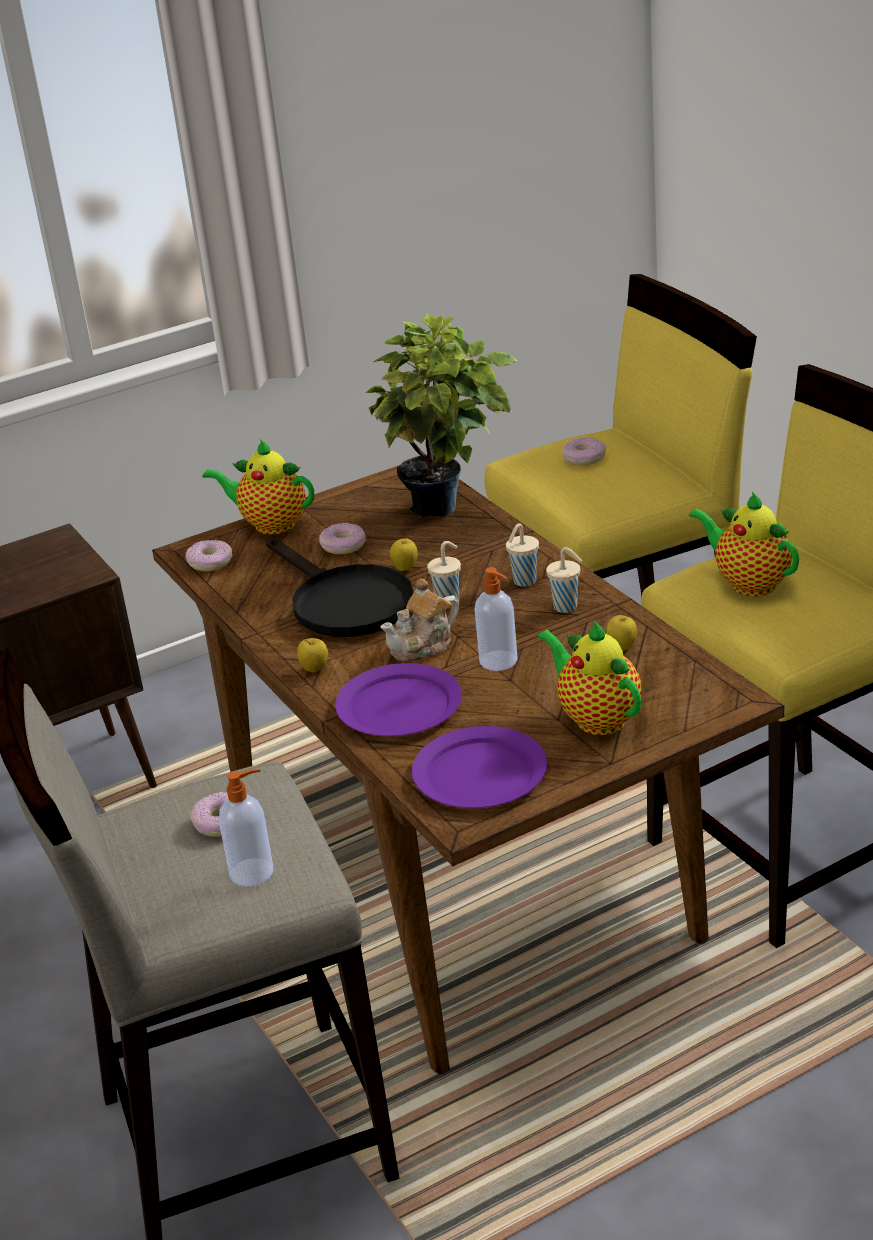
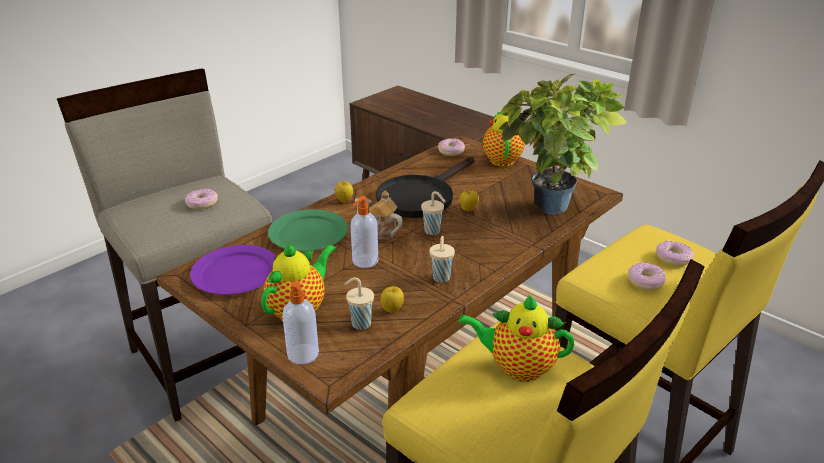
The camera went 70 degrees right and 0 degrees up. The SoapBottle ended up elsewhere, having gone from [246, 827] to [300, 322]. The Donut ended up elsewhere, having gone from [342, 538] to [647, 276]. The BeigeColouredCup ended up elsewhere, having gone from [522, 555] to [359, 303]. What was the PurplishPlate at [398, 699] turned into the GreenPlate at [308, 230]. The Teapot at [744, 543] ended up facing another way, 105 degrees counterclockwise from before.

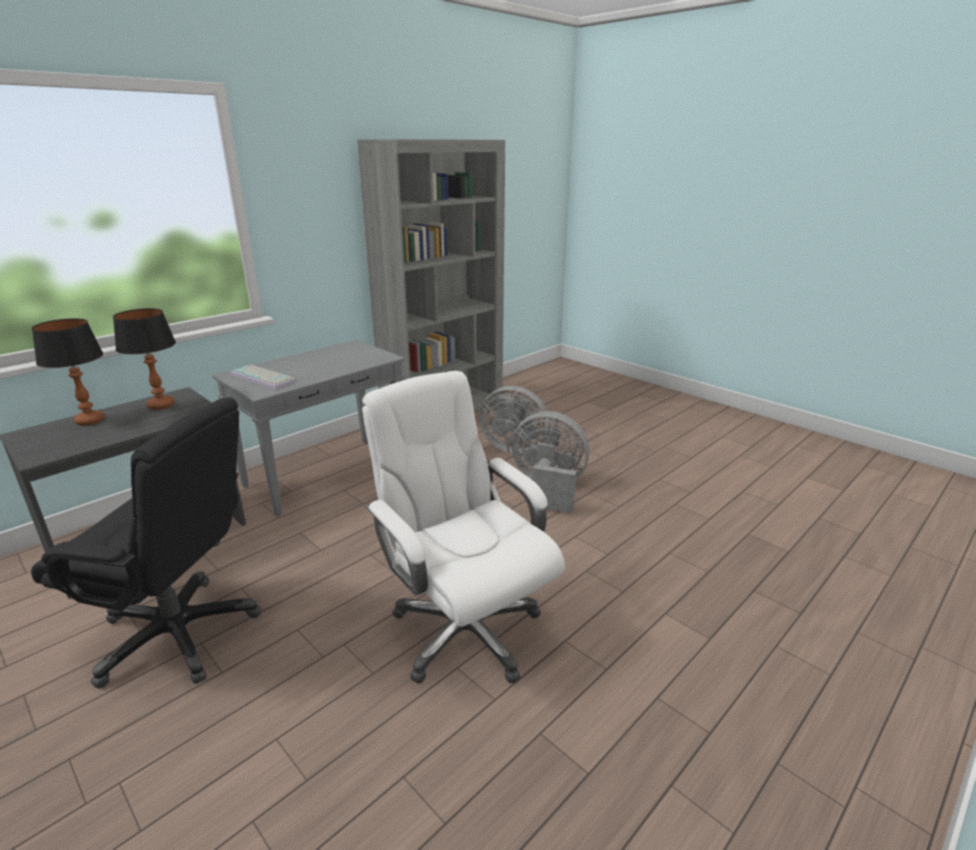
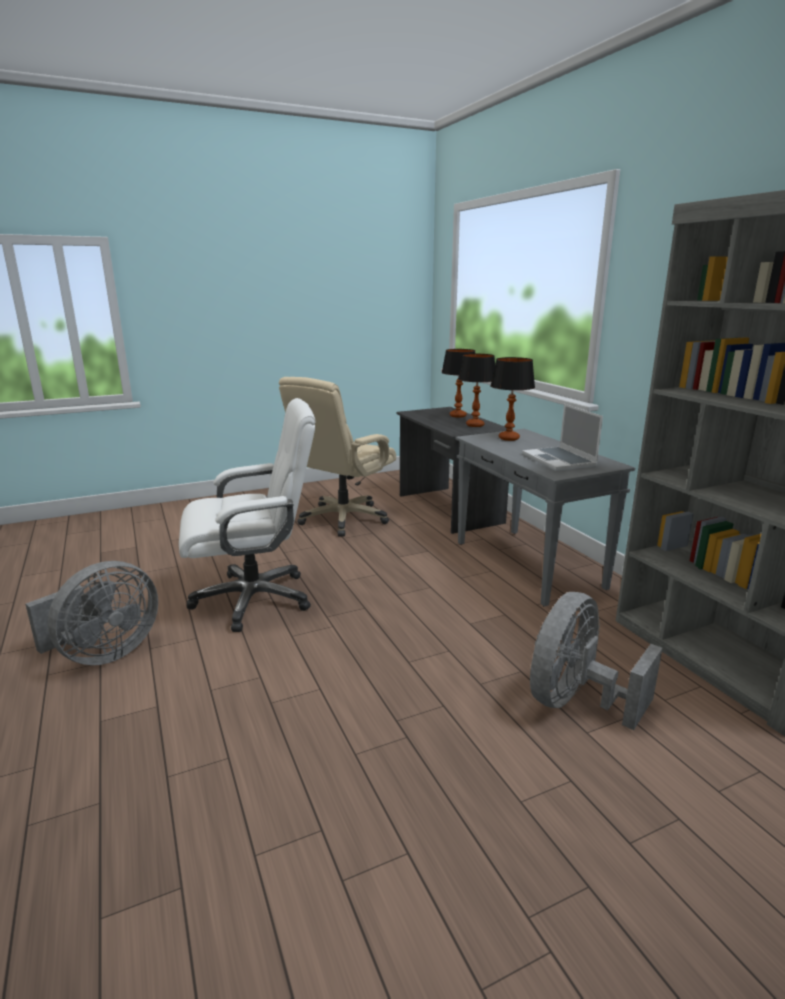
The camera went 110 degrees right and 5 degrees down. The second view gained the Laptop at [562, 437]. The GrayCoolingFan ended up elsewhere, having gone from [551, 462] to [91, 613]. Where the PcKeyboard stood at [263, 376], the LampForATable came to stand at [512, 399]. What was the BlackColouredComputerChair at [146, 542] turned into the BeigeColouredComputerChair at [337, 456].

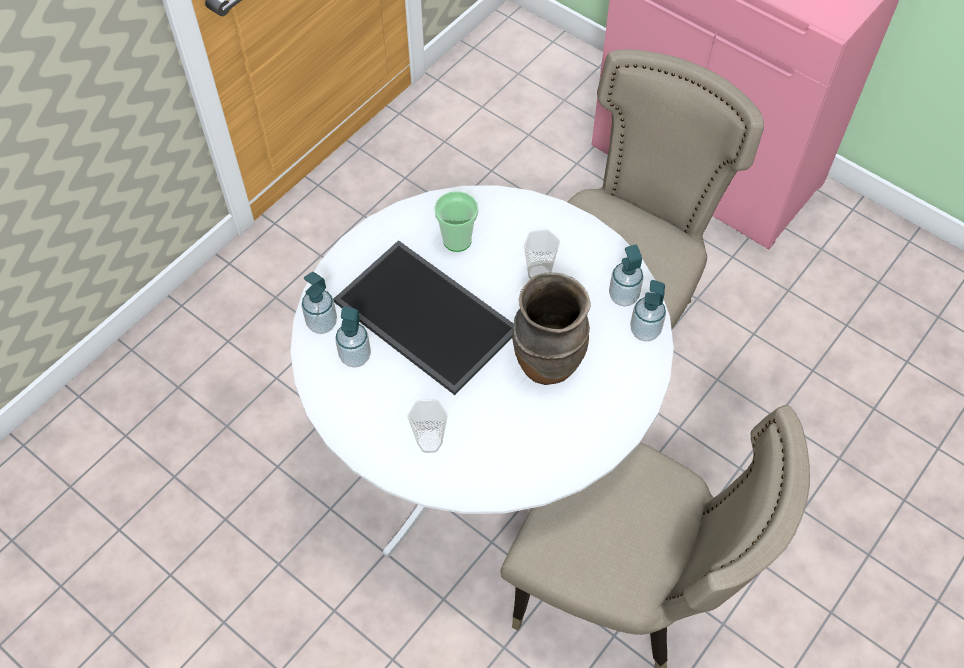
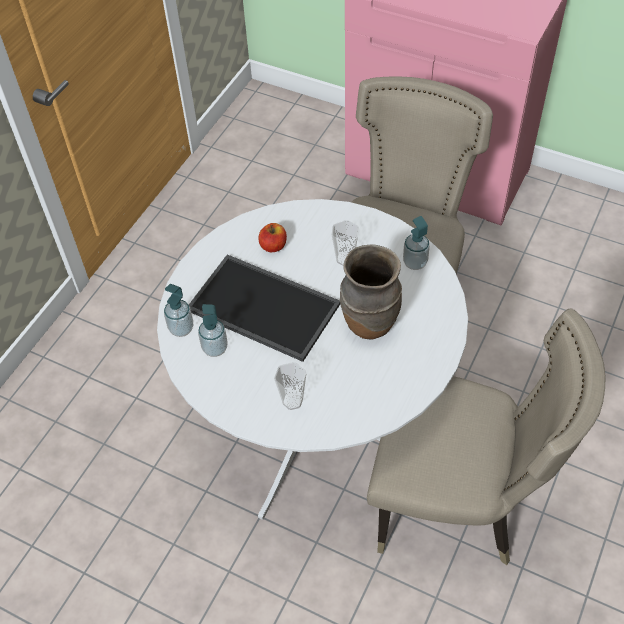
The camera went 10 degrees left and 5 degrees down. The second view lost the SoapBottle at [648, 310]. Where the Cup stood at [456, 221], the Apple came to stand at [272, 237].

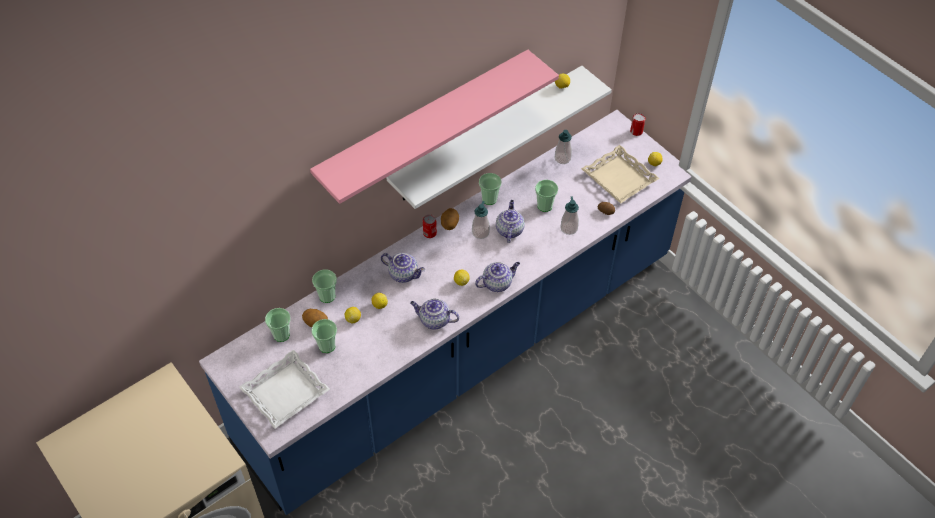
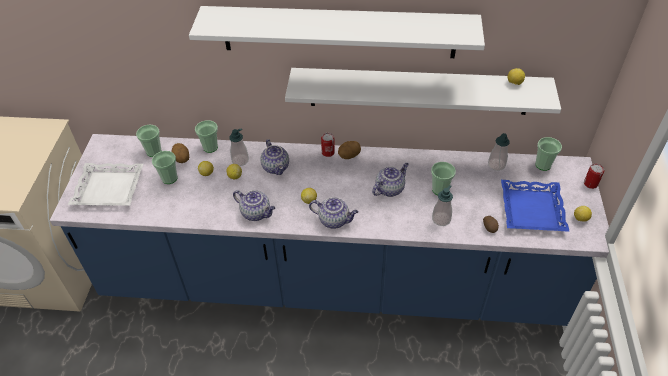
The camera went 45 degrees right and 5 degrees down. The SoapBottle ended up elsewhere, having gone from [481, 220] to [239, 147]. The Cup ended up elsewhere, having gone from [490, 189] to [548, 154]. What was the PinkColouredShelf at [434, 127] turned into the WhitishShelf at [337, 32]. What was the BeigeColouredCarryingTray at [620, 174] turned into the BluishCarryingTray at [535, 206]. The Teapot at [434, 313] ended up facing another way, 150 degrees clockwise from before.

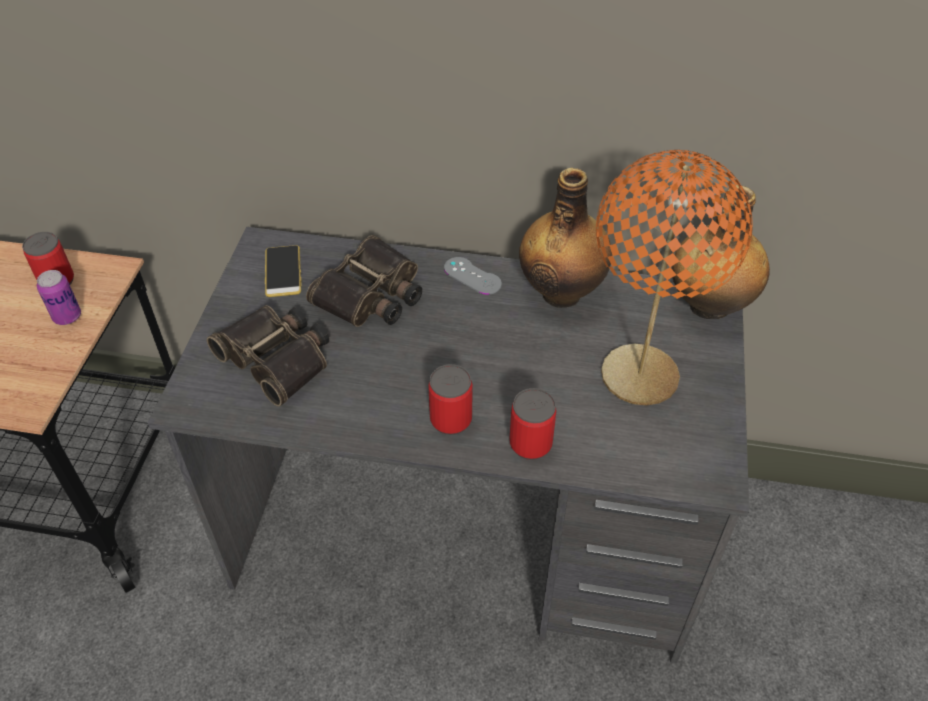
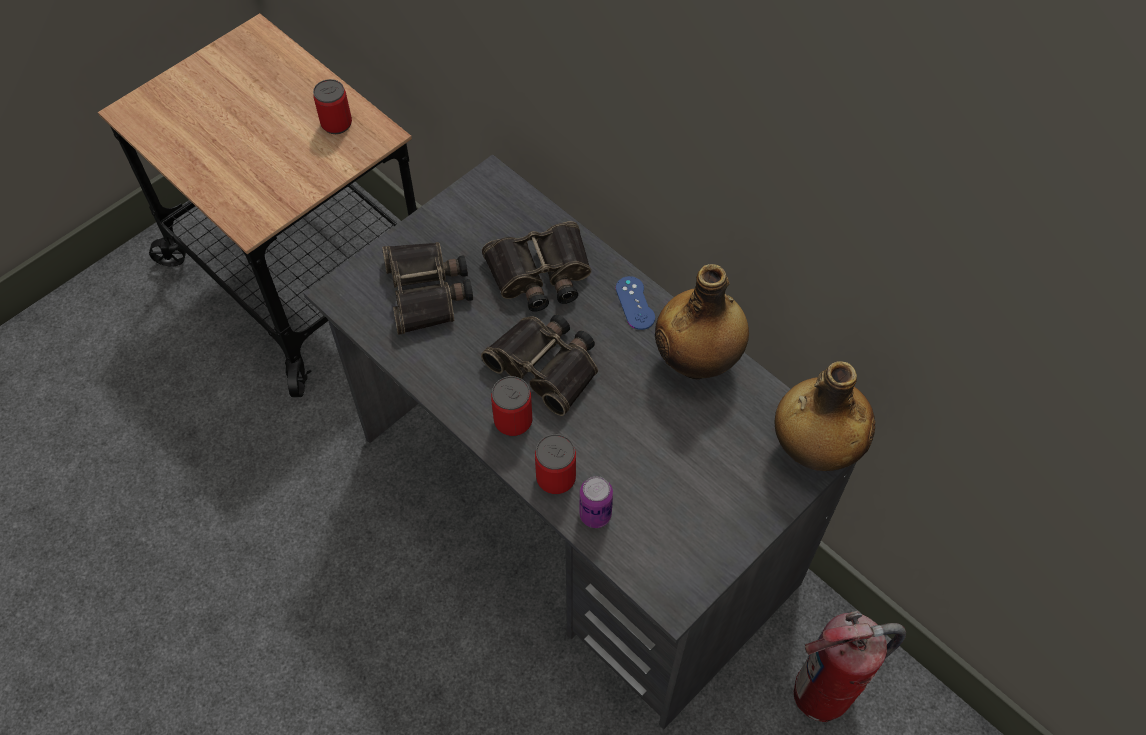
The camera went 35 degrees right and 10 degrees up. The second view lost the Handset at [283, 271]. The second view lost the OrangeLampForATable at [674, 278]. The second view gained the FieldGlasses at [539, 365]. The second view gained the Extinguisher at [850, 666]. The Can ended up elsewhere, having gone from [59, 297] to [596, 502]. What was the GrayJoypad at [473, 276] turned into the BluishJoypad at [635, 303].

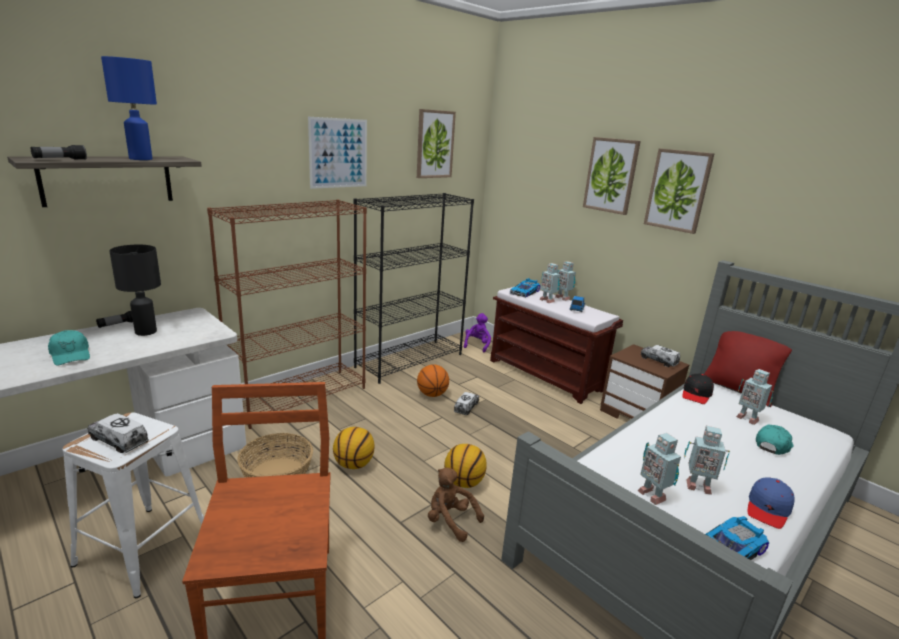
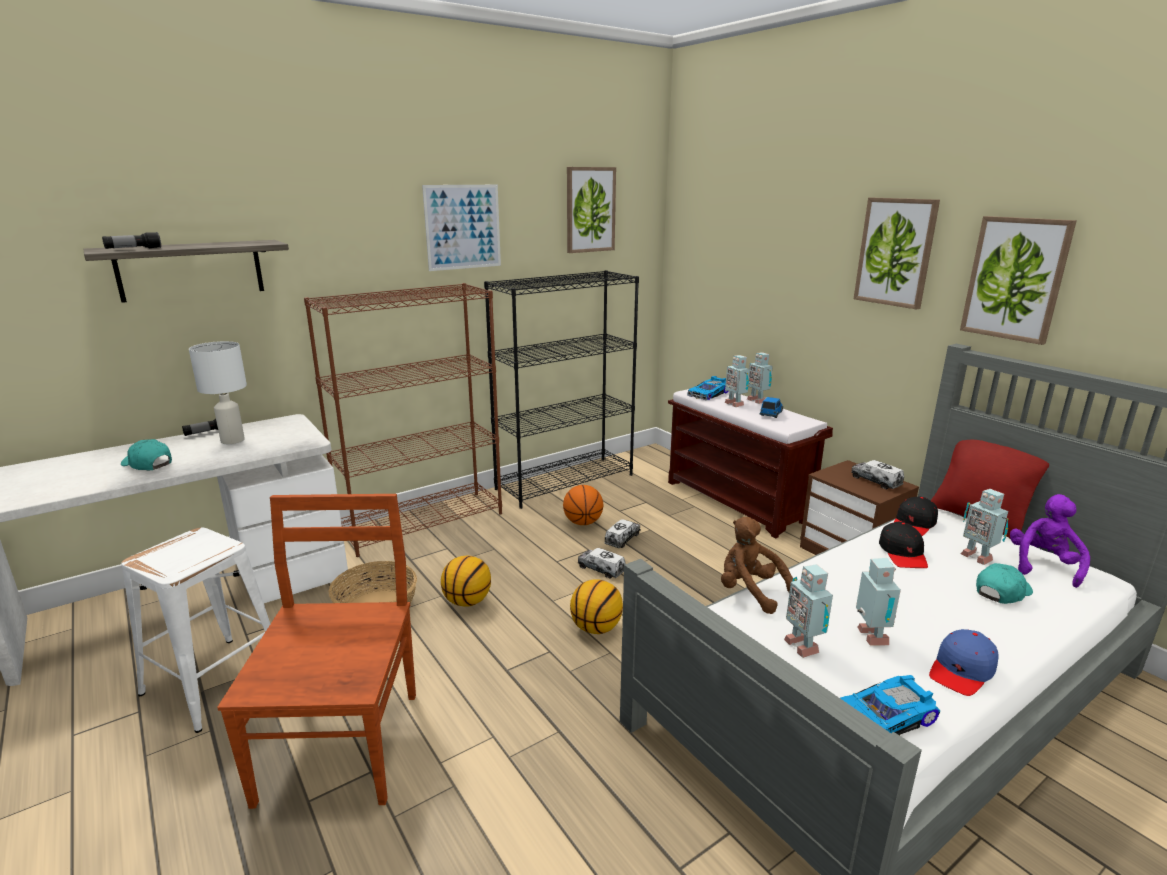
The camera went 10 degrees right and 0 degrees up. The second view lost the BluishLampForATable at [129, 108]. The second view gained the BlackColouredCap at [903, 545]. The ToyTruck ended up elsewhere, having gone from [118, 433] to [602, 563]. The BrownishCuddlyToy ended up elsewhere, having gone from [456, 505] to [757, 565]. The PurplishCuddlyToy ended up elsewhere, having gone from [477, 332] to [1050, 541]. The WallArt ended up elsewhere, having gone from [612, 176] to [1018, 280]. What was the BlackColouredLampForATable at [135, 290] turned into the WhitishLampForATable at [218, 392]. The BlueGreenCap at [69, 348] ended up facing another way, 150 degrees clockwise from before. The ModelRobot at [707, 460] ended up facing another way, 120 degrees counterclockwise from before.

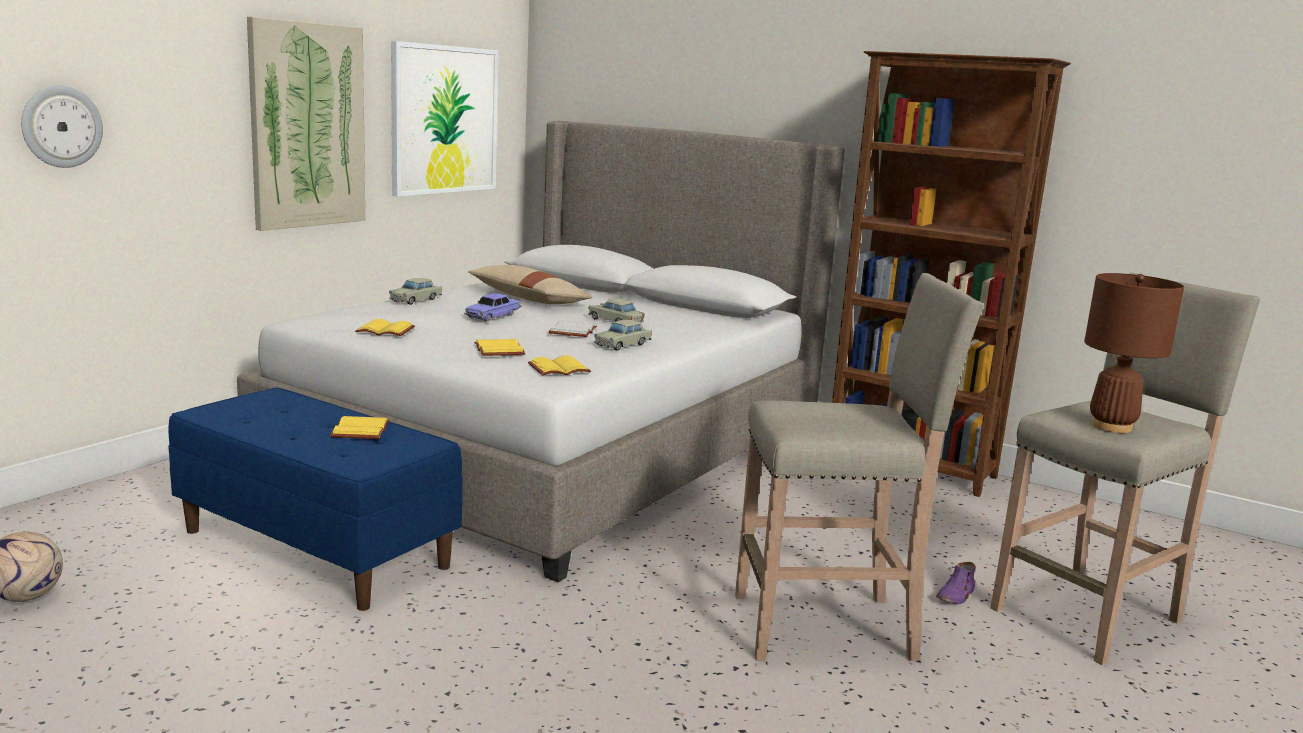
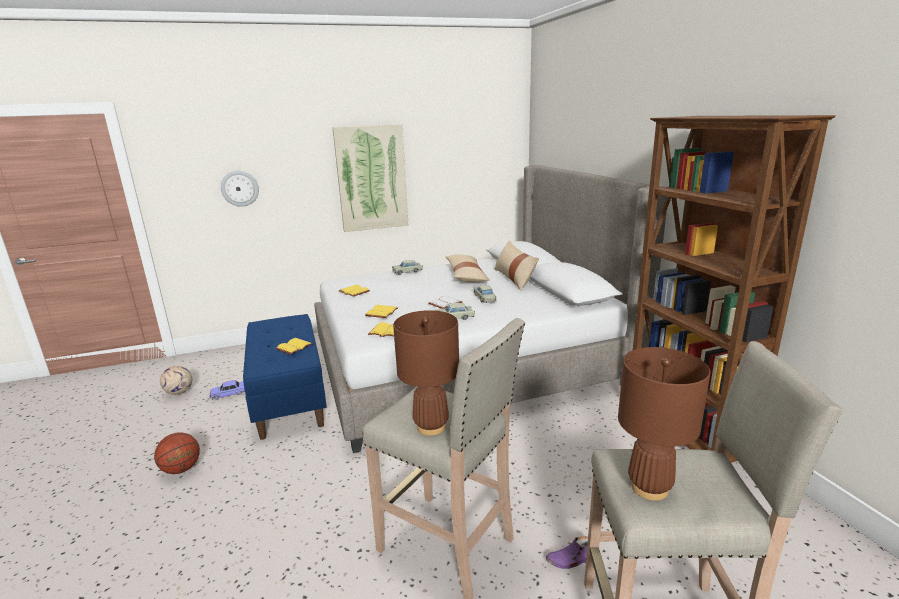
The camera went 40 degrees right and 5 degrees up. The second view lost the WallArt at [445, 118]. The second view gained the Basketball at [177, 453]. The second view gained the BrownishLampForATable at [426, 373]. The second view gained the BeigeColouredThrowPillow at [516, 265]. The ModelCar ended up elsewhere, having gone from [493, 307] to [227, 390].

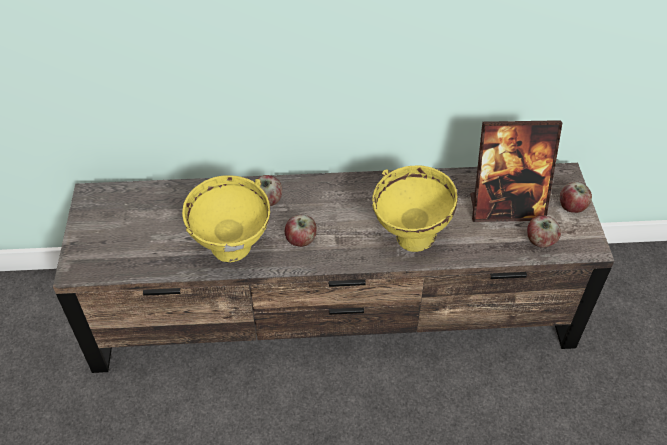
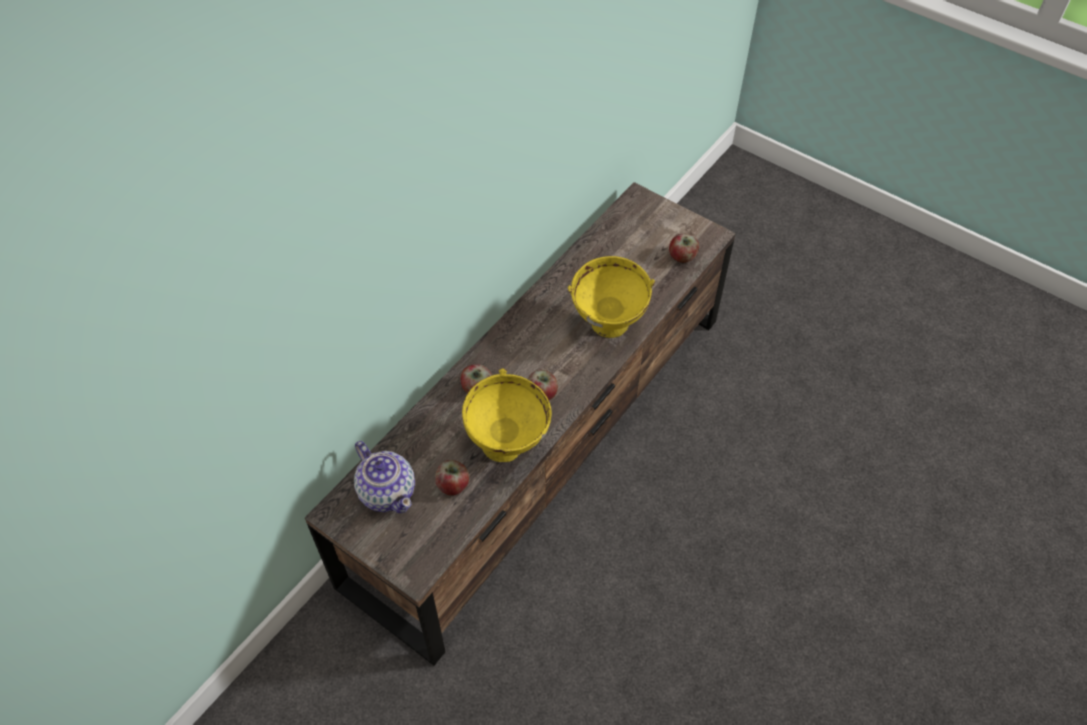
The camera went 50 degrees left and 5 degrees up. The second view lost the PhotoFrame at [516, 171]. The second view gained the Teapot at [384, 477]. The Apple ended up elsewhere, having gone from [576, 197] to [452, 478].

